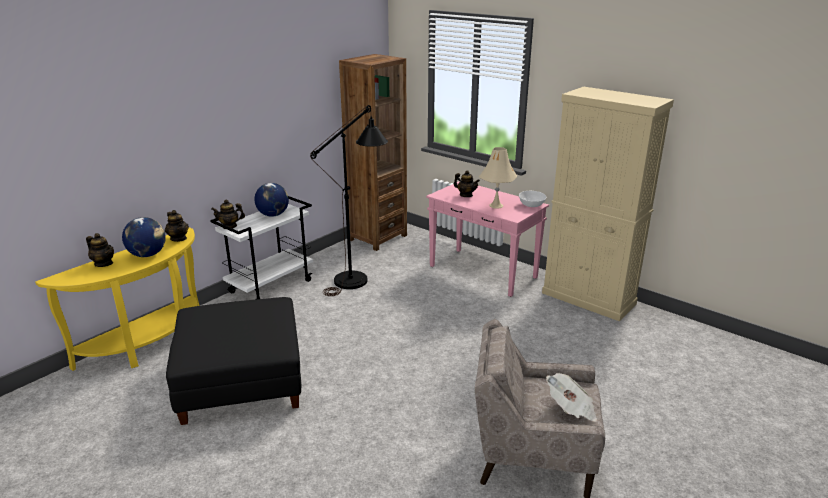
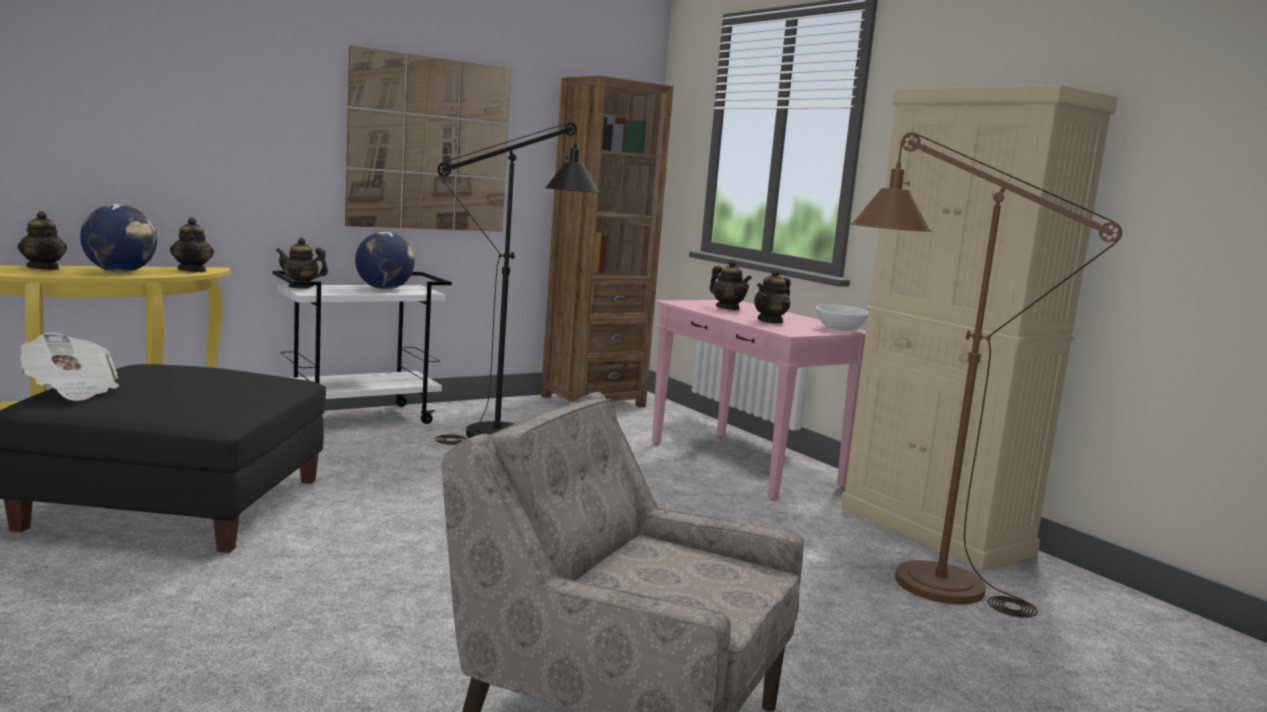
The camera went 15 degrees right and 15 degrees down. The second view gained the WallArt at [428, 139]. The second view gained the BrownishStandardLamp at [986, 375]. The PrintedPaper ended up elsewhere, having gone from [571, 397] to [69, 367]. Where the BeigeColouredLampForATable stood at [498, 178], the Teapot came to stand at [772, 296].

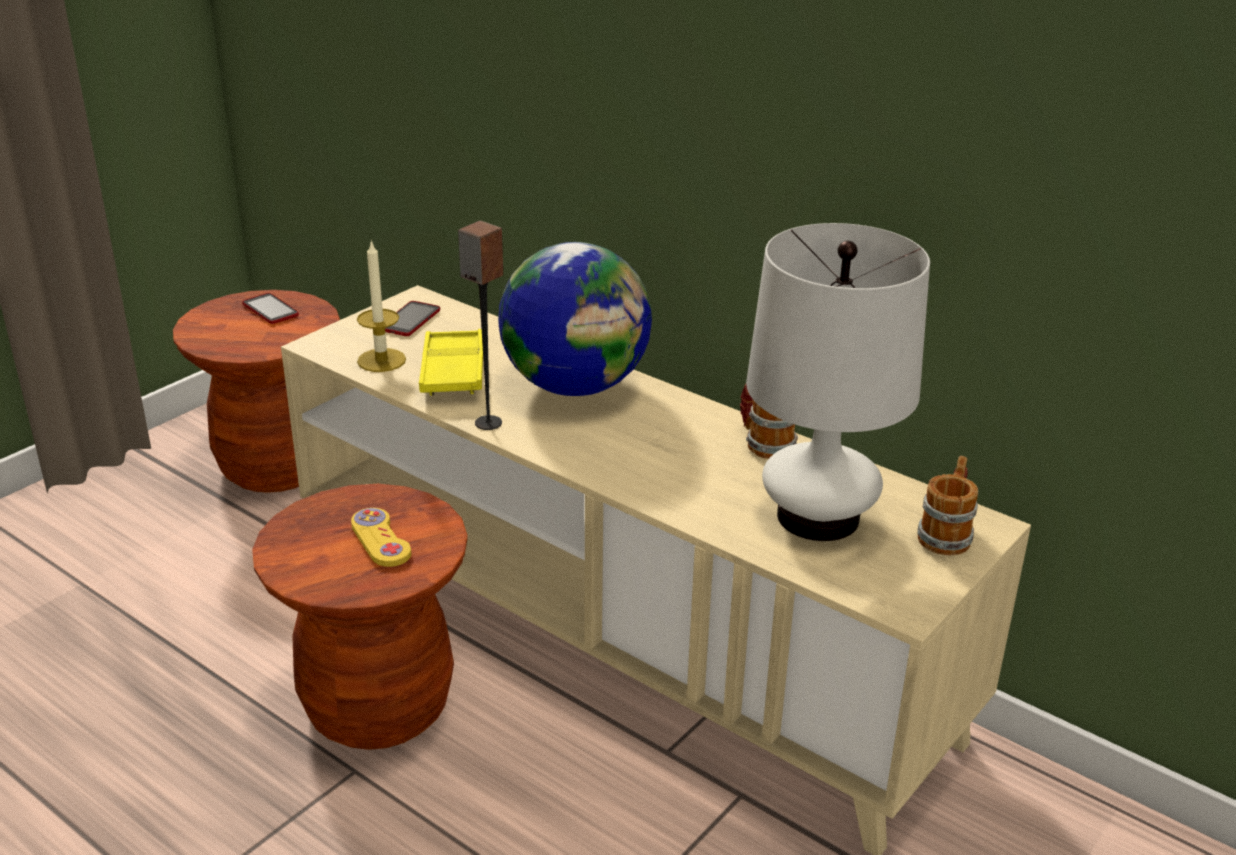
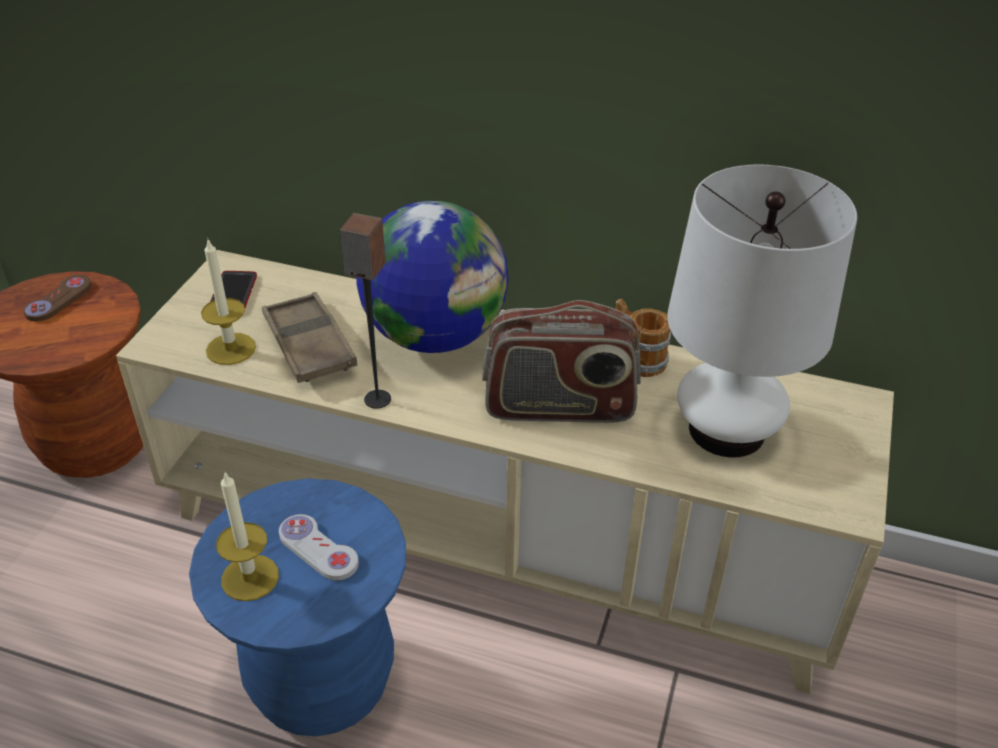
The camera went 20 degrees left and 10 degrees up. The second view lost the TeaMug at [947, 505]. The second view gained the WaxCandle at [247, 537]. The second view gained the RadioReceiver at [561, 361]. Where the Handset stood at [270, 308], the BrownishJoypad came to stand at [57, 298]. What was the BrownishStoolSeat at [360, 617] turned into the BluishStoolSeat at [297, 607]. What was the YellowJoypad at [381, 537] turned into the WhitishJoypad at [319, 547]. What was the YellowCarryingTray at [451, 362] turned into the BrownishCarryingTray at [309, 337].

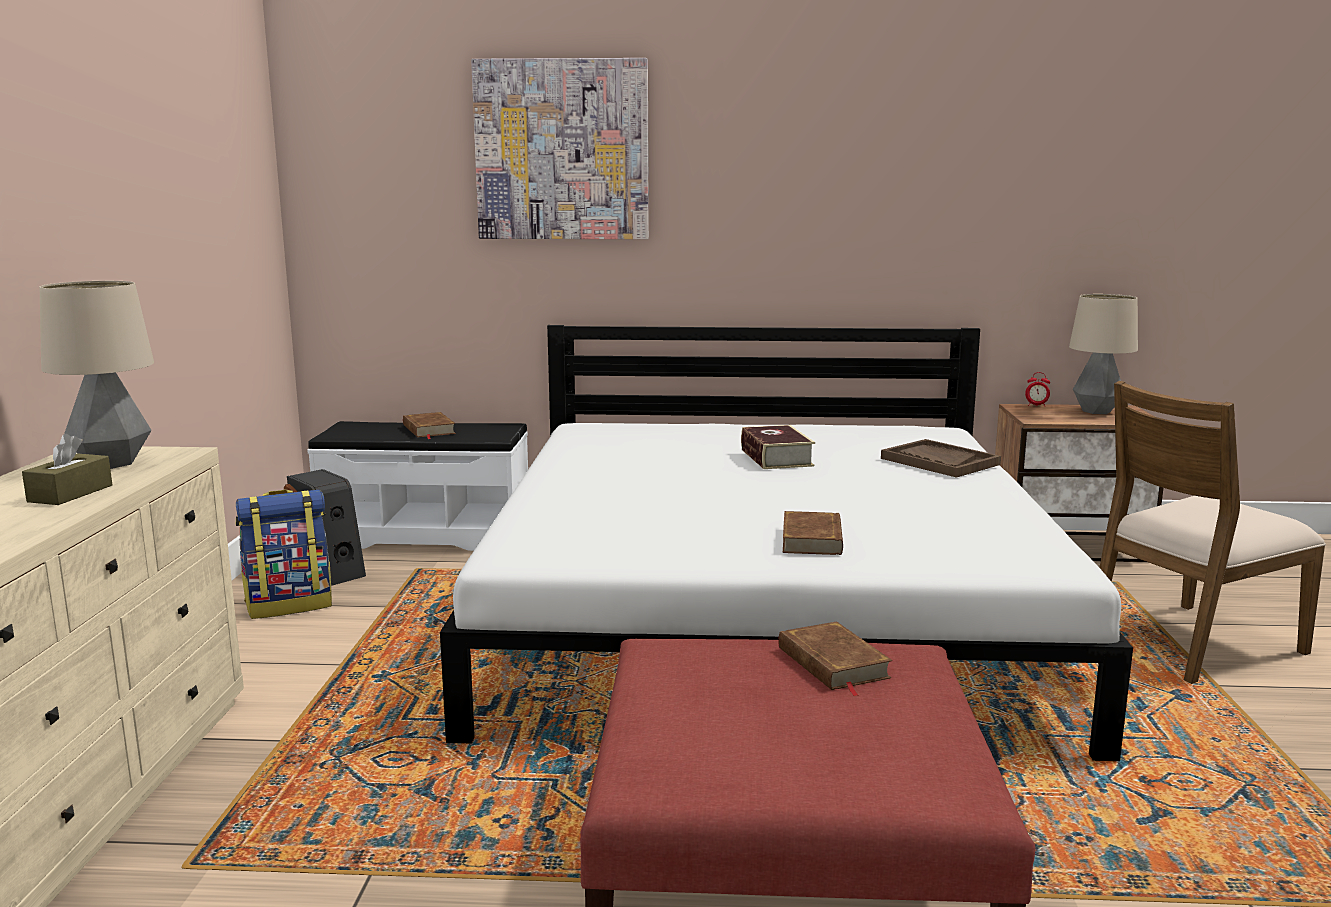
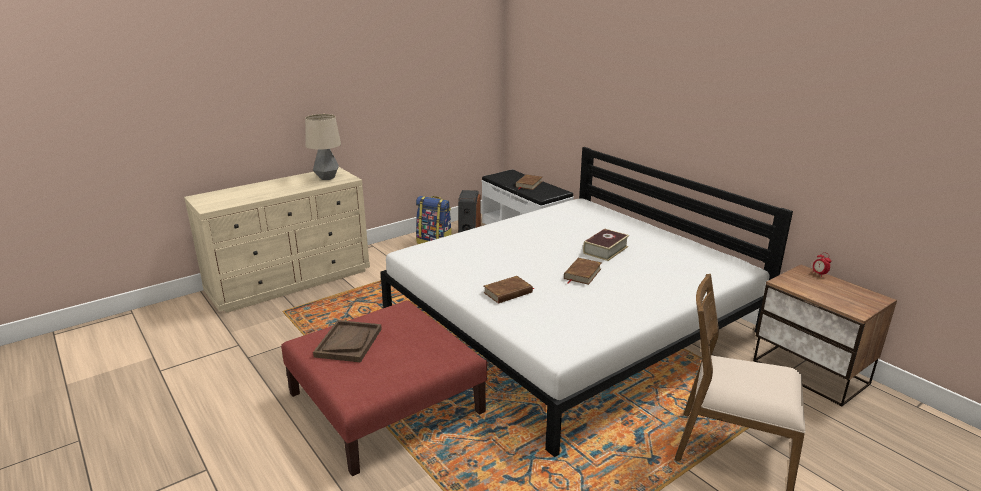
The camera went 50 degrees right and 10 degrees up. The second view lost the BrownishTissueHolder at [67, 469]. The second view lost the WallArt at [560, 148]. The second view lost the LampForATable at [1103, 354]. The BrownishVolume ended up elsewhere, having gone from [835, 658] to [583, 271]. The BrownishCarryingTray ended up elsewhere, having gone from [941, 458] to [347, 341].

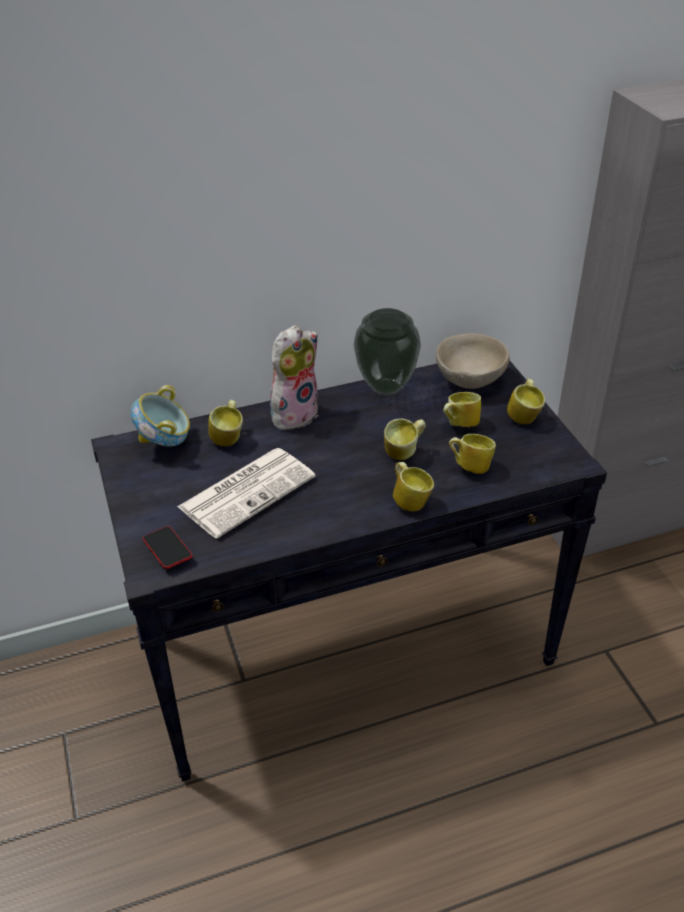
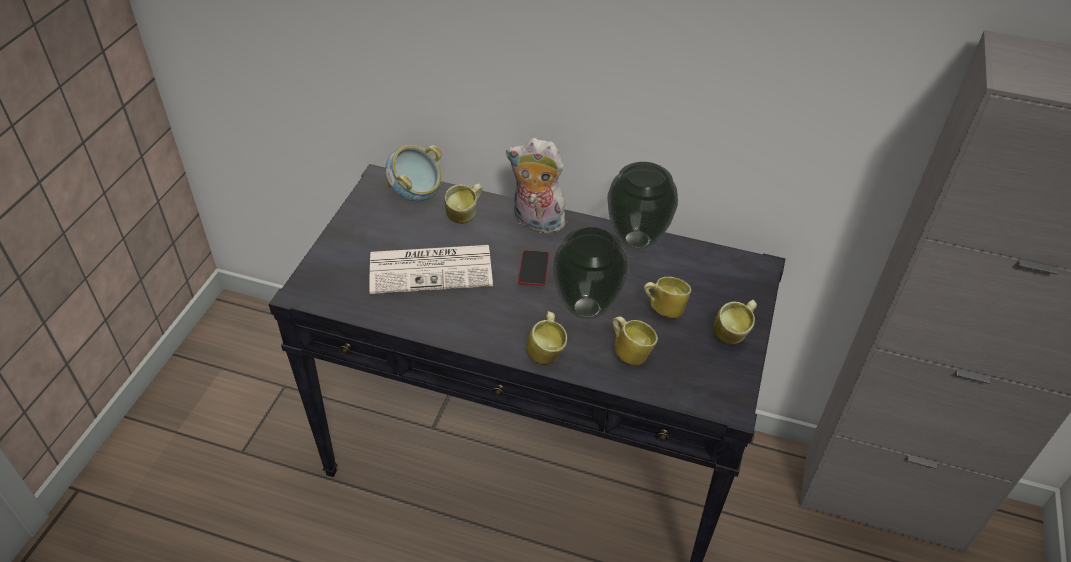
The camera went 35 degrees right and 5 degrees up. The second view lost the BeigeColouredServingBowl at [473, 361]. The Handset ended up elsewhere, having gone from [168, 547] to [533, 268]. Where the TeaMug stood at [405, 439], the Vase came to stand at [590, 273]. The CuddlyToy at [292, 377] ended up facing another way, 150 degrees counterclockwise from before.

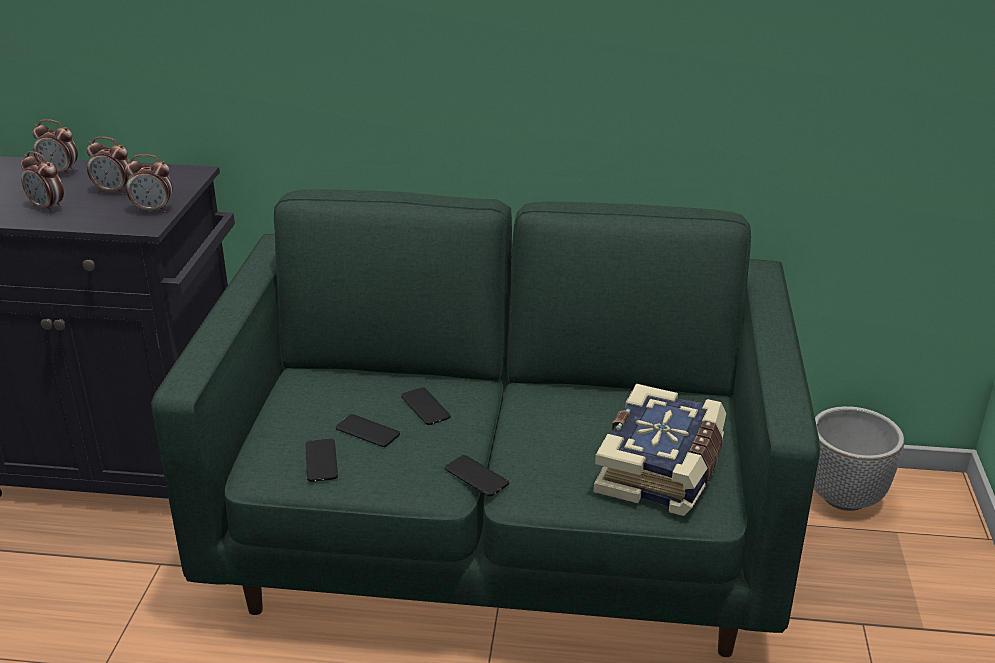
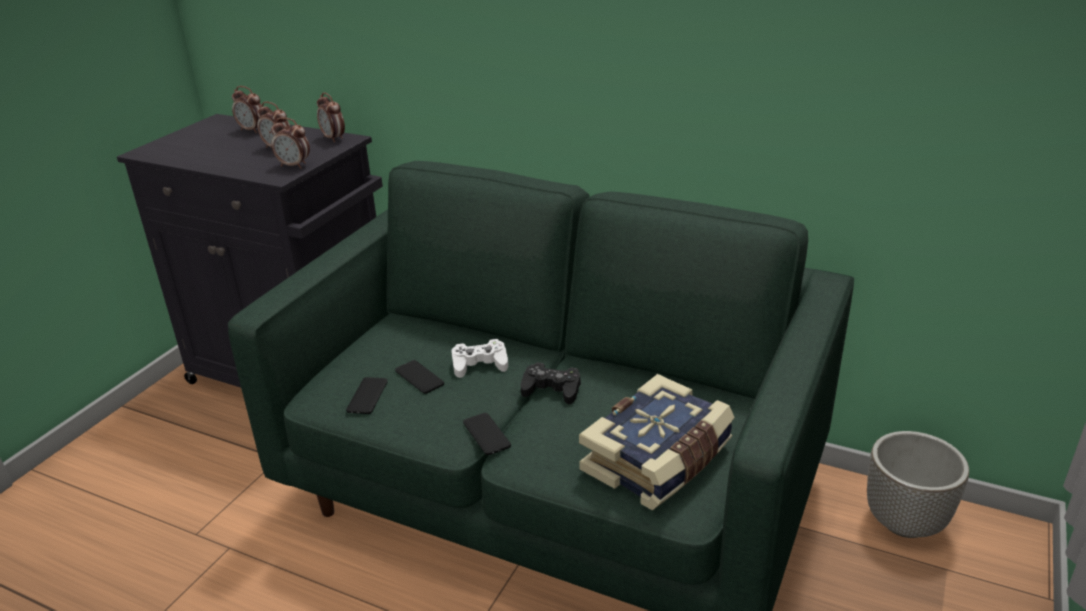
The camera went 20 degrees right and 0 degrees up. The second view gained the BlackColouredJoypad at [551, 383]. The AlarmClock ended up elsewhere, having gone from [42, 182] to [331, 117]. Where the Handset stood at [426, 406], the WhitishJoypad came to stand at [479, 358].

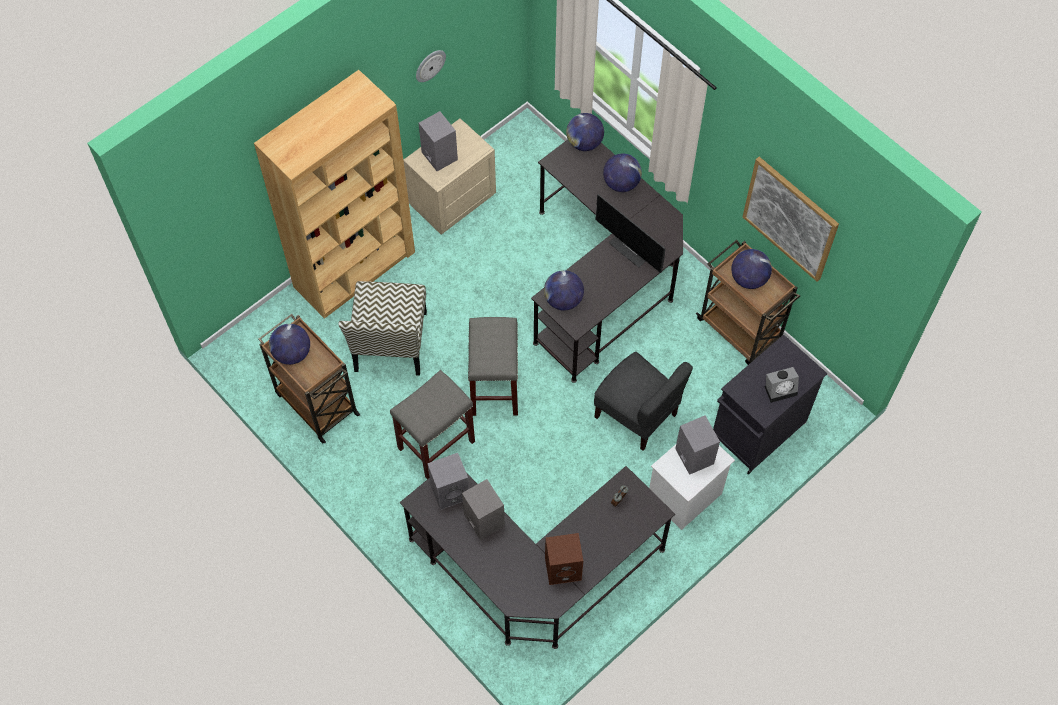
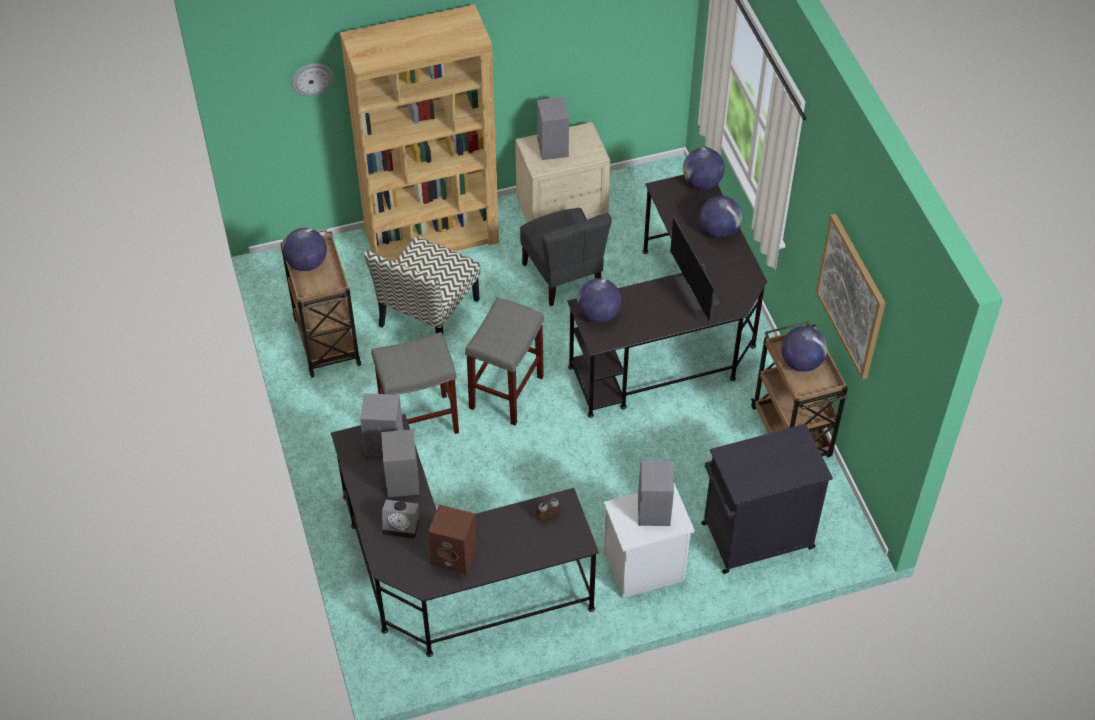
The camera went 25 degrees right and 10 degrees down. The WallClock ended up elsewhere, having gone from [431, 66] to [312, 80]. The GrayUprightChair ended up elsewhere, having gone from [643, 401] to [566, 257]. The AlarmClock ended up elsewhere, having gone from [782, 385] to [400, 519].

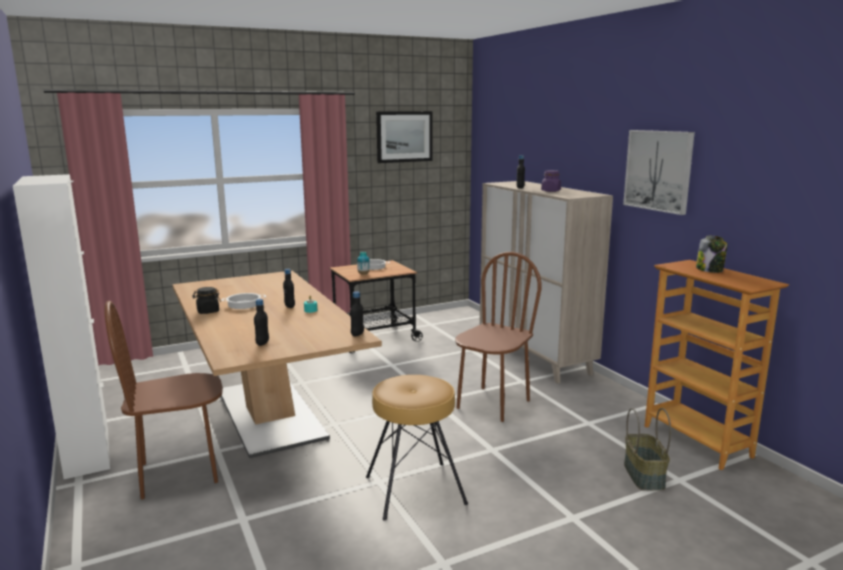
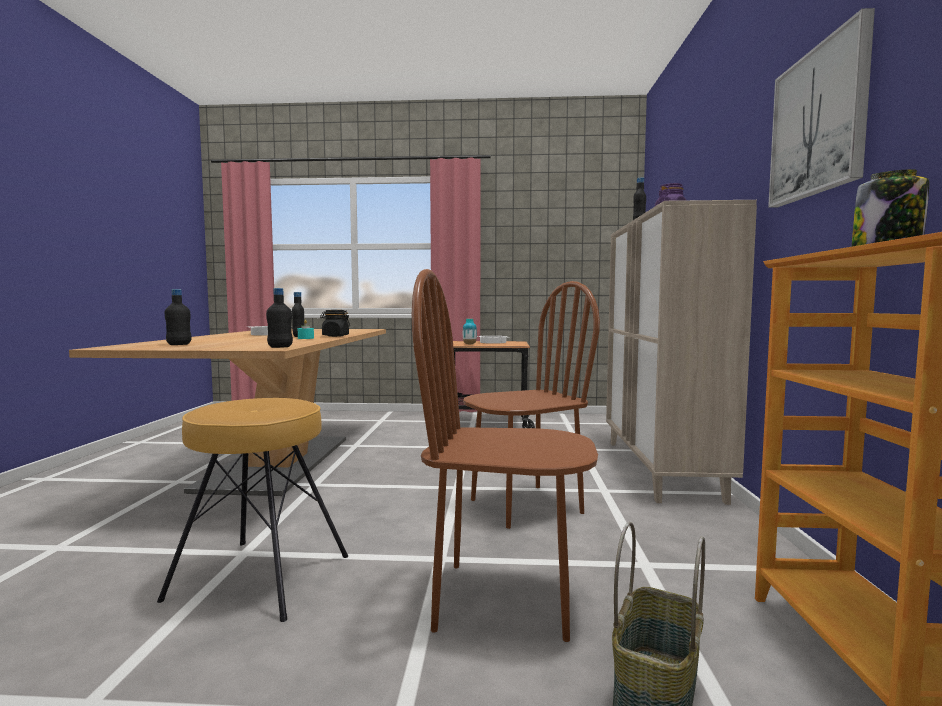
The camera went 30 degrees right and 10 degrees down. The second view lost the WhitishCupboard at [61, 326]. The second view lost the WallArt at [404, 137]. The BrownishUprightChair ended up elsewhere, having gone from [163, 400] to [505, 455]. The BlackColouredPreserveJar ended up elsewhere, having gone from [206, 300] to [335, 323].

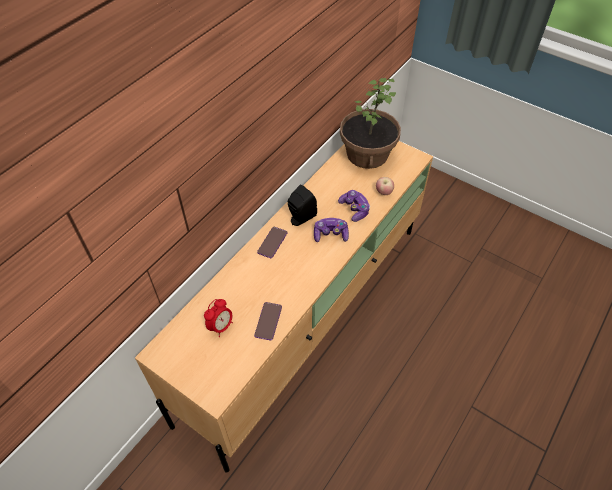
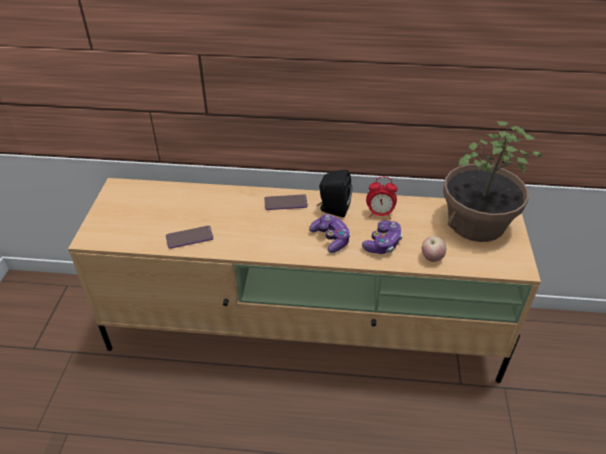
The camera went 60 degrees right and 10 degrees down. The AlarmClock ended up elsewhere, having gone from [218, 318] to [382, 198].

